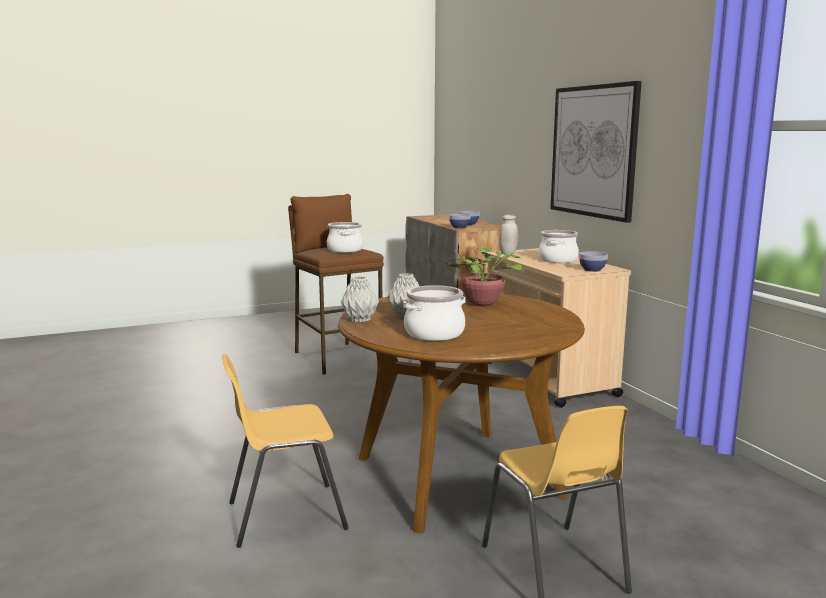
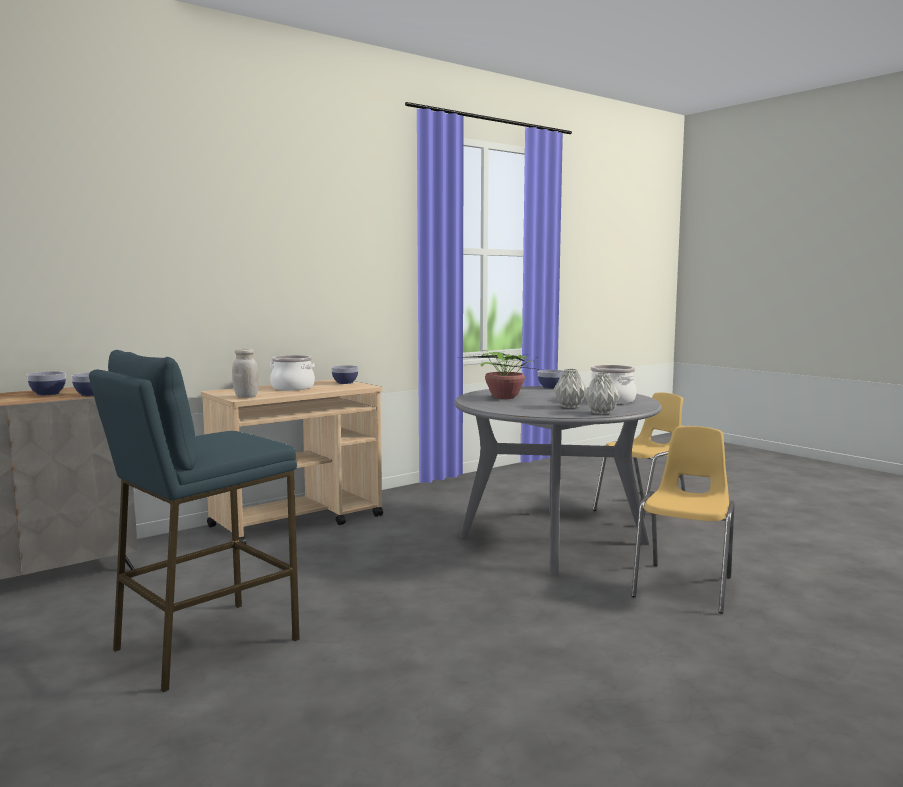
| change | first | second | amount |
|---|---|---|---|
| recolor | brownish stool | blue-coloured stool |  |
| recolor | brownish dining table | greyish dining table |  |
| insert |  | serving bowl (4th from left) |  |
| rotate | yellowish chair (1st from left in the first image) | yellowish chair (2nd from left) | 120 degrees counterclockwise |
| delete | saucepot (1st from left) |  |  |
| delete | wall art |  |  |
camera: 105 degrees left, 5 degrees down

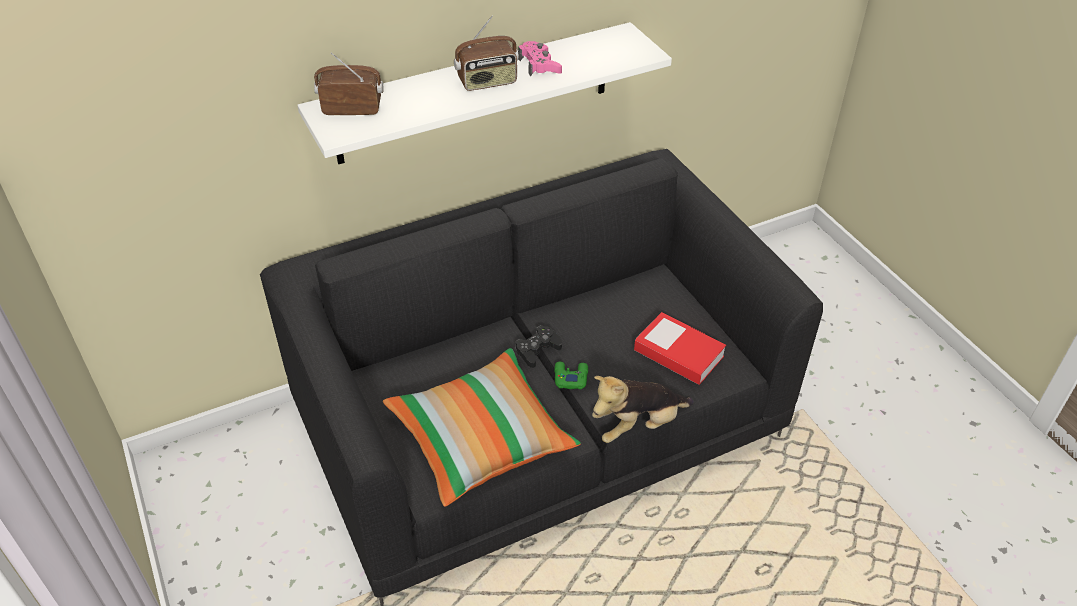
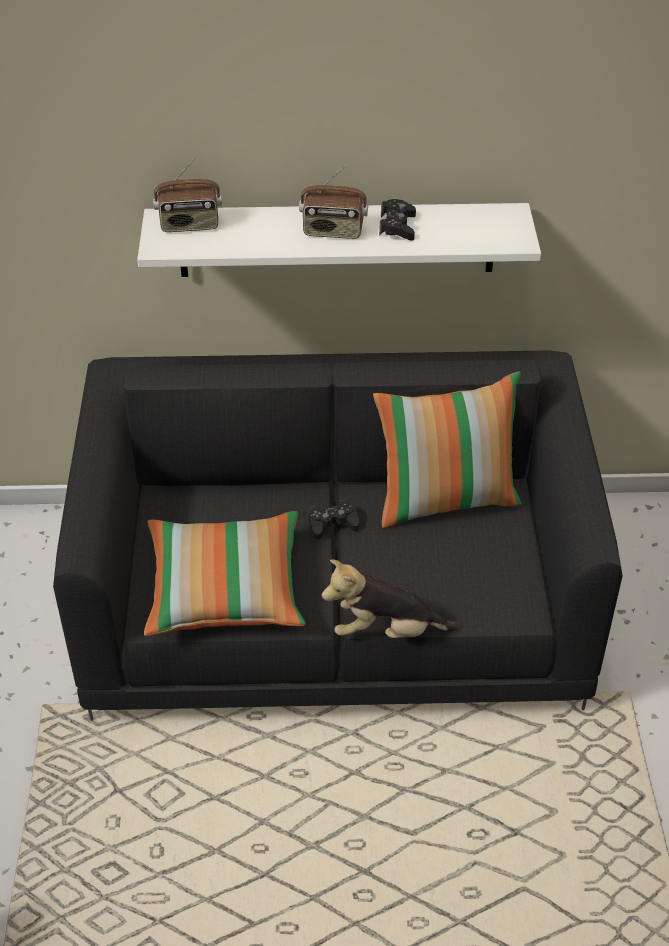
| change | first | second | amount |
|---|---|---|---|
| rotate | radio set (1st from left) |  | 150 degrees clockwise |
| insert |  | cushion (2nd from left) |  |
| recolor | pinkish gamepad | blackish gamepad (2nd from left) |  |
| delete | green-coloured gamepad |  |  |
| delete | bound book |  |  |
camera: 25 degrees right, 0 degrees up

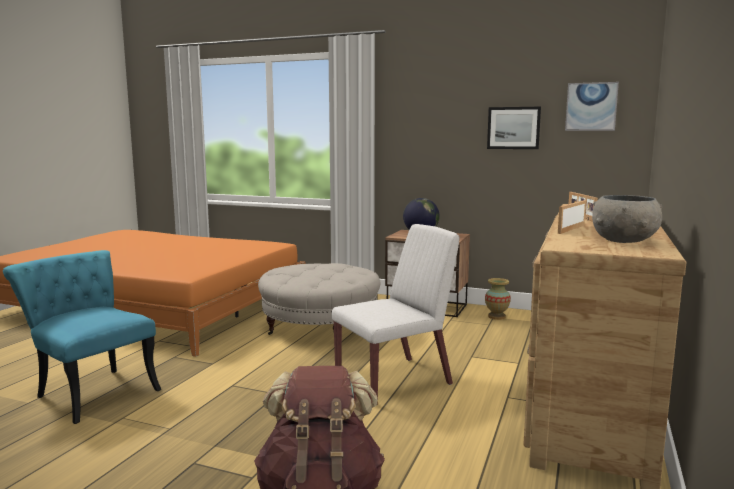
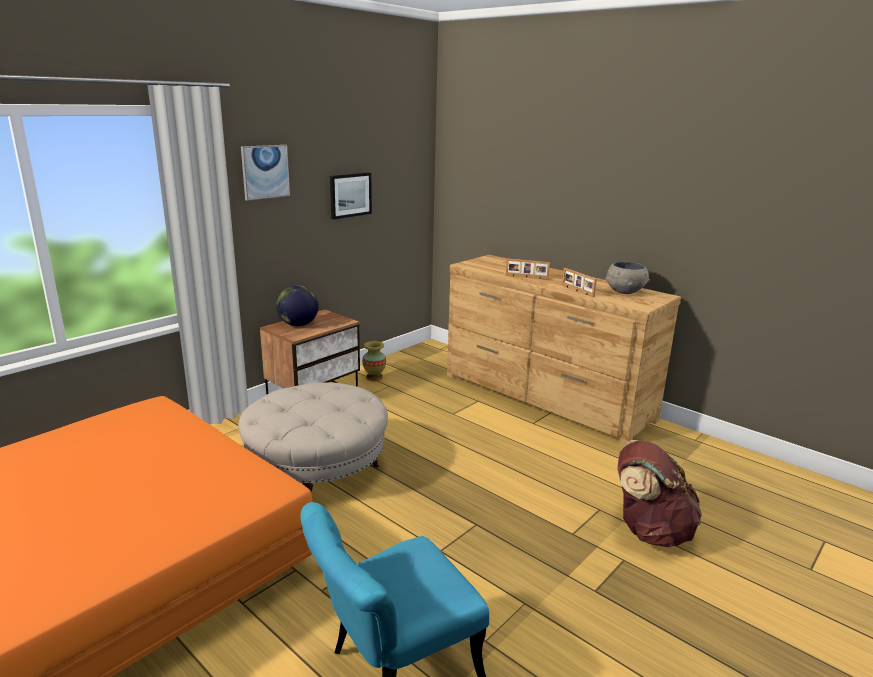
| change | first | second | amount |
|---|---|---|---|
| move | wall art (2nd from left in the first image) | wall art (1st from left) |  |
| delete | white-coloured chair |  |  |
camera: 70 degrees left, 10 degrees up

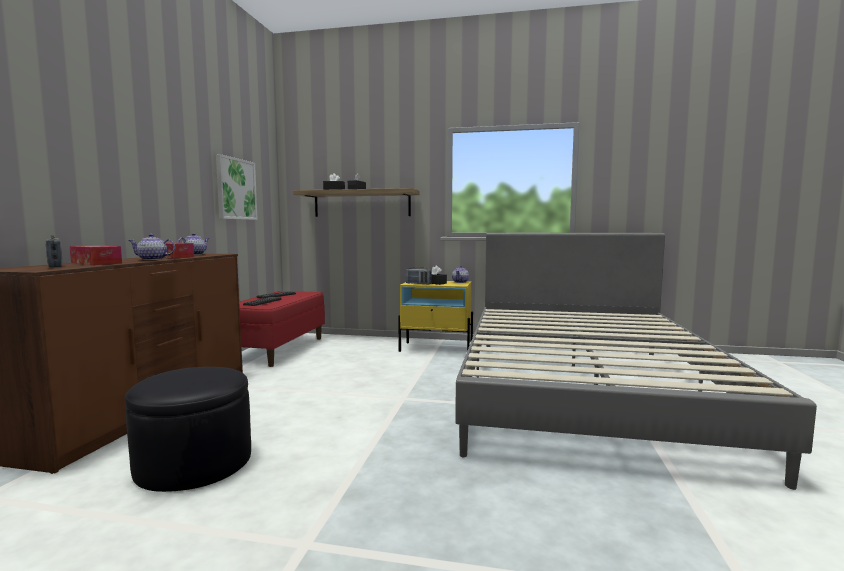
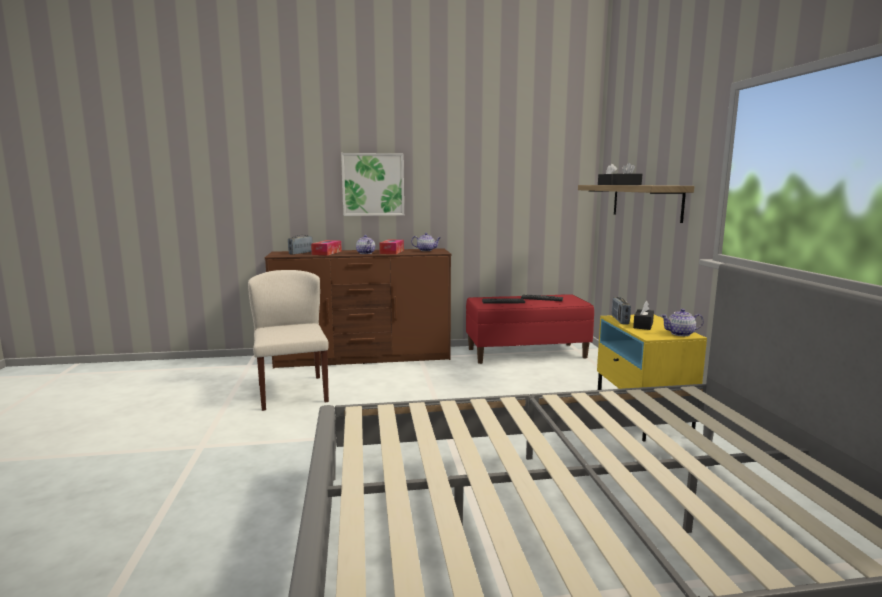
| change | first | second | amount |
|---|---|---|---|
| replace | blackish footrest | beige chair |  |
| move | wall art |  |  |
camera: 70 degrees right, 5 degrees up

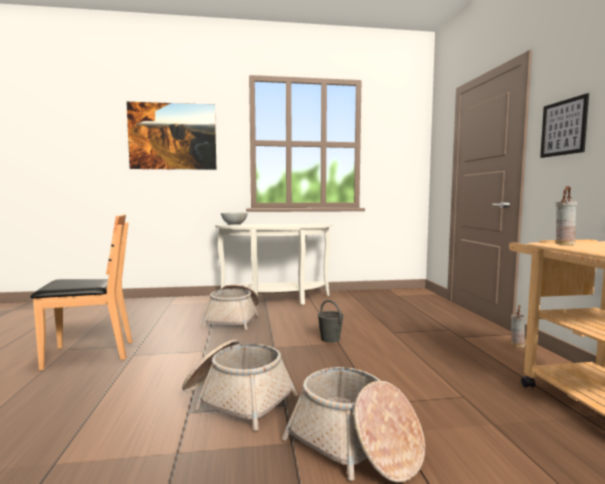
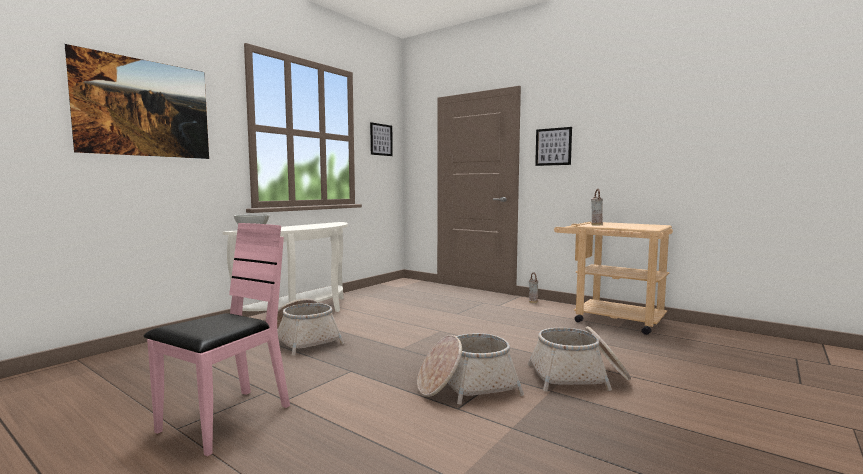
| change | first | second | amount |
|---|---|---|---|
| recolor | brownish chair | pinkish chair |  |
| insert |  | wall art (2nd from left) |  |
| delete | greyish water bucket |  |  |
camera: 45 degrees left, 0 degrees up

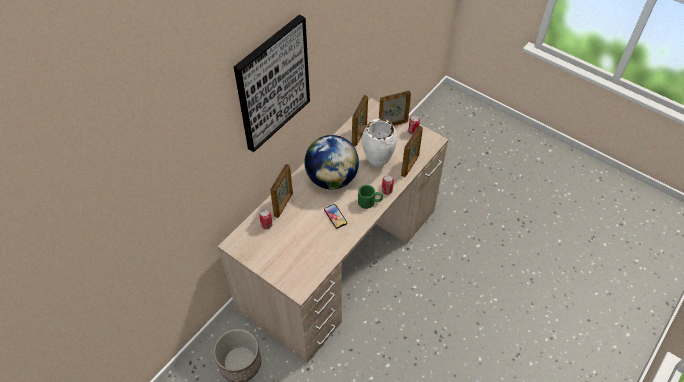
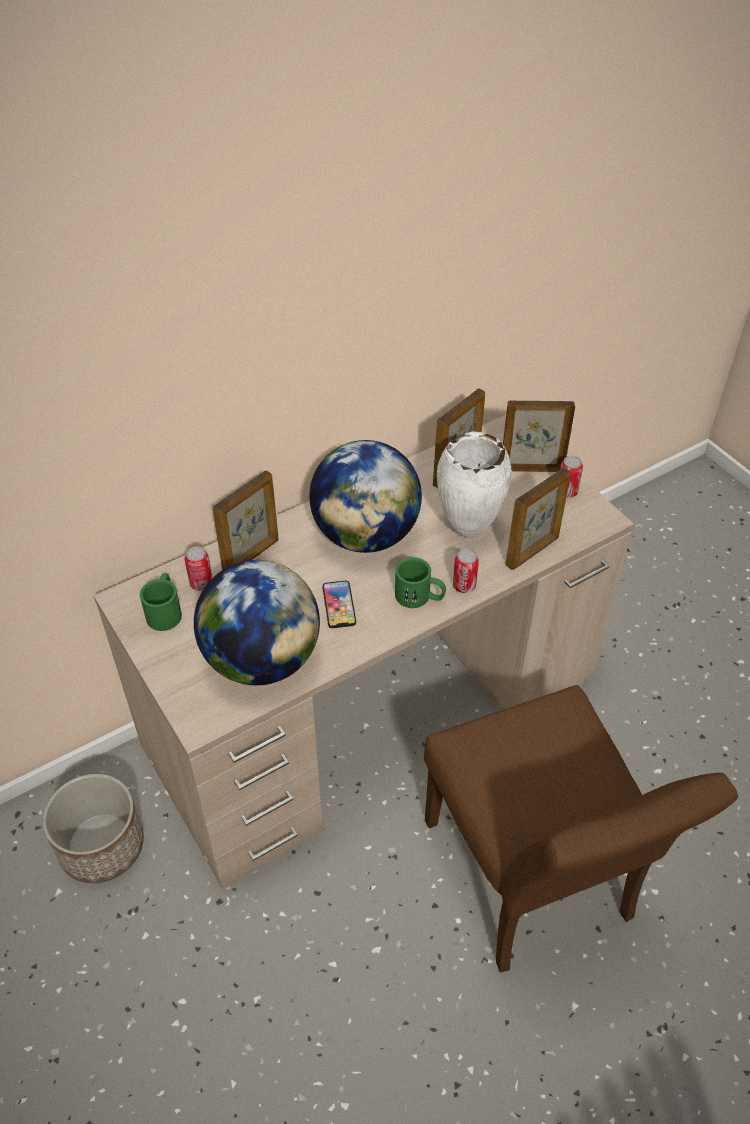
| change | first | second | amount |
|---|---|---|---|
| insert |  | green-coloured tea mug (1st from left) |  |
| insert |  | world globe (1st from left) |  |
| insert |  | brownish chair |  |
| delete | wall art |  |  |
camera: 20 degrees right, 5 degrees down

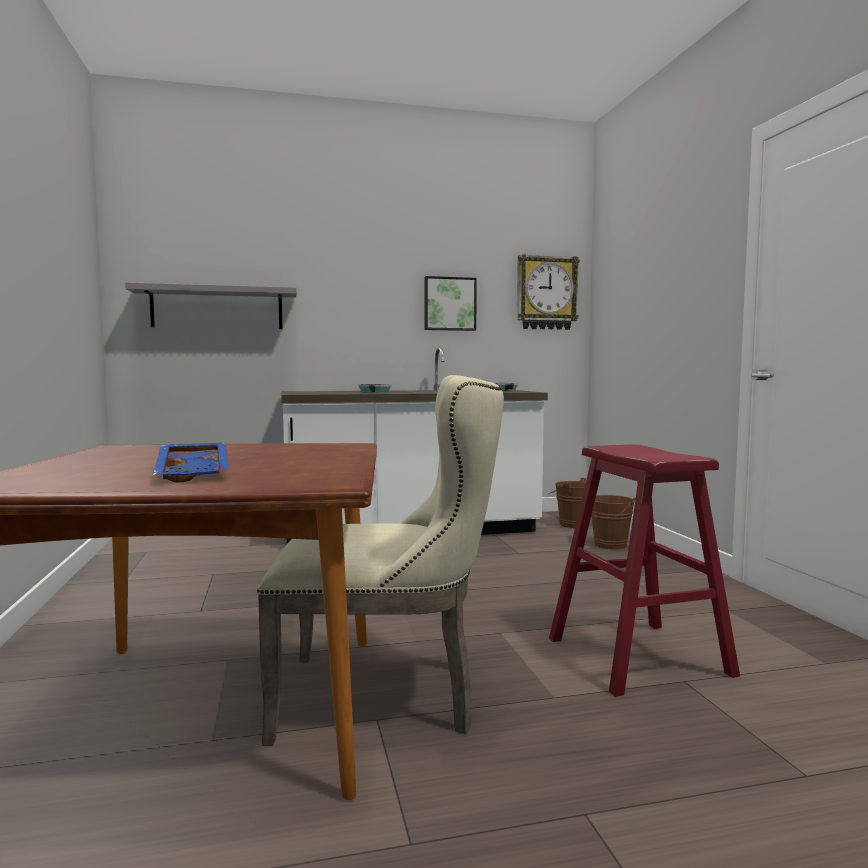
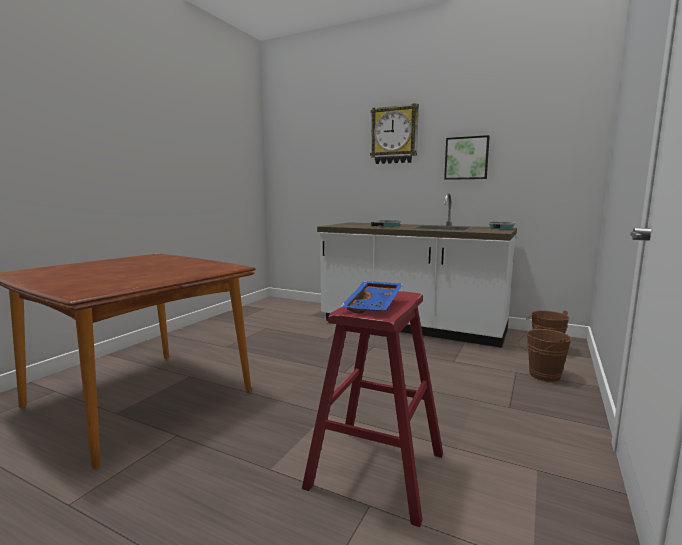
| change | first | second | amount |
|---|---|---|---|
| move | blue-coloured carrying tray |  |  |
| move | wall clock |  |  |
| delete | greyish bracket shelf |  |  |
| delete | beige chair |  |  |
camera: 40 degrees right, 5 degrees up

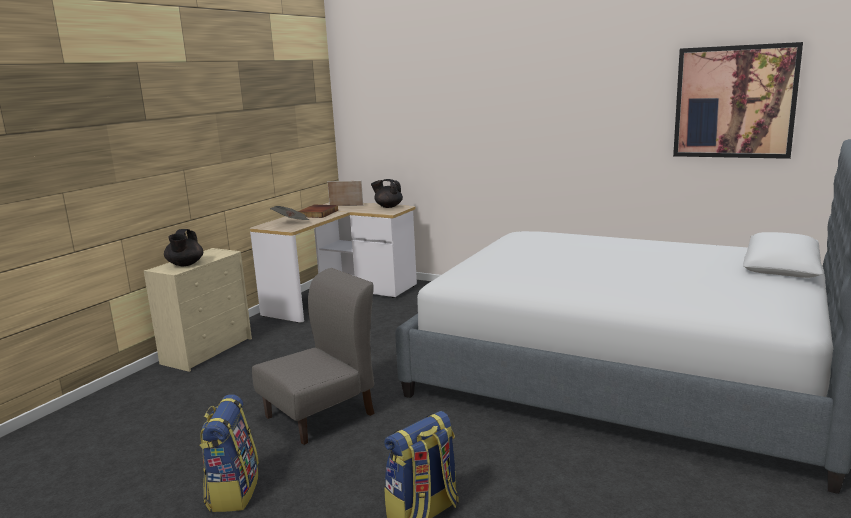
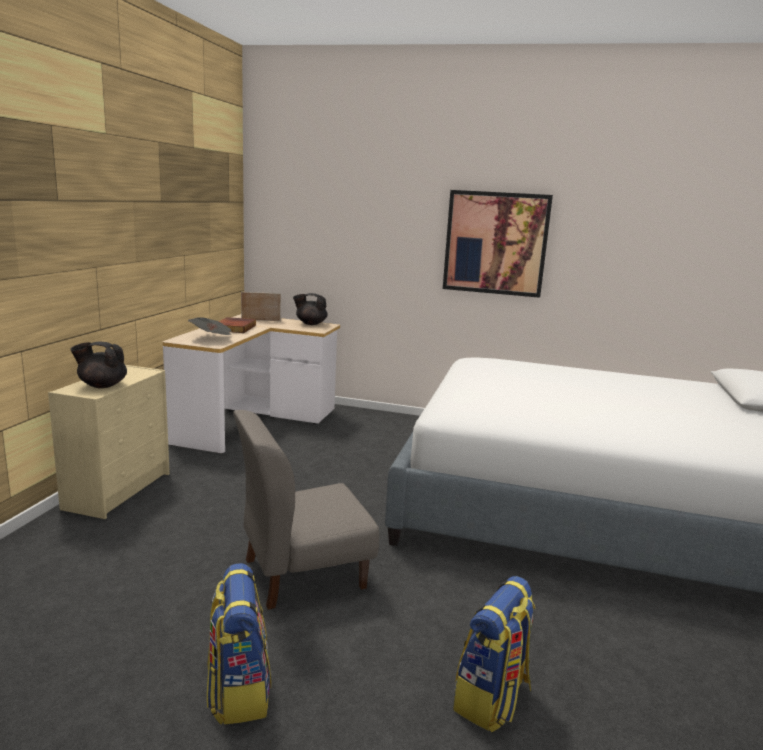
| change | first | second | amount |
|---|---|---|---|
| rotate | blackish tea pot (1st from left) |  | 105 degrees clockwise |
| rotate | greyish chair |  | 150 degrees counterclockwise |
| move | wall art |  |  |
camera: 15 degrees left, 0 degrees up

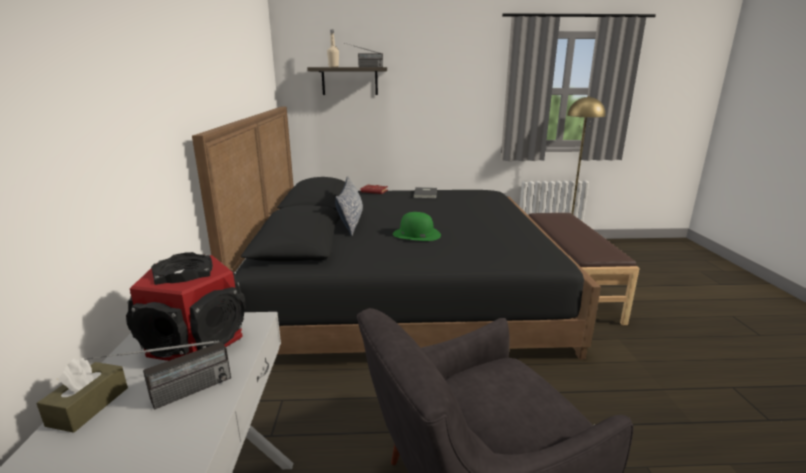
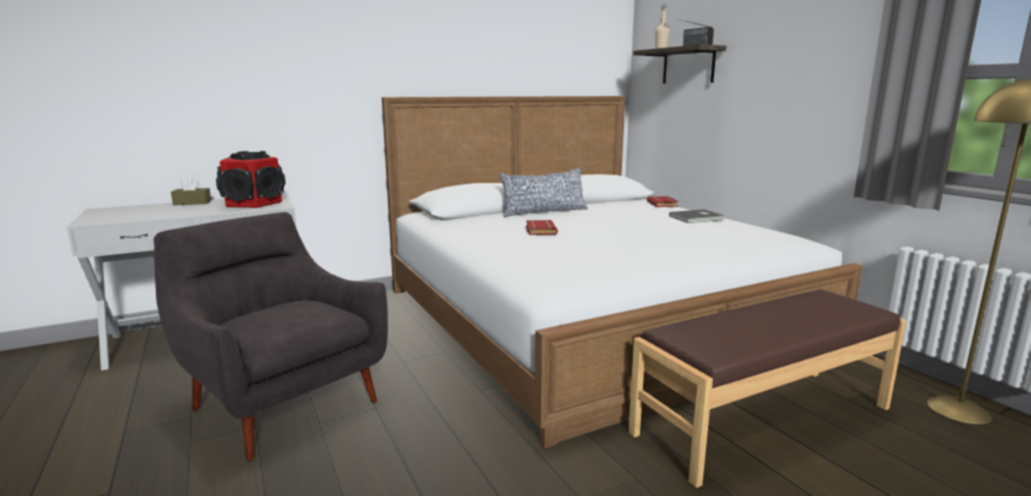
| change | first | second | amount |
|---|---|---|---|
| recolor | blackish sleeping bed | white-coloured sleeping bed |  |
| replace | green-coloured hat | reddish bound book (1st from left) |  |
| delete | radio set (1st from left) |  |  |
camera: 65 degrees right, 5 degrees down

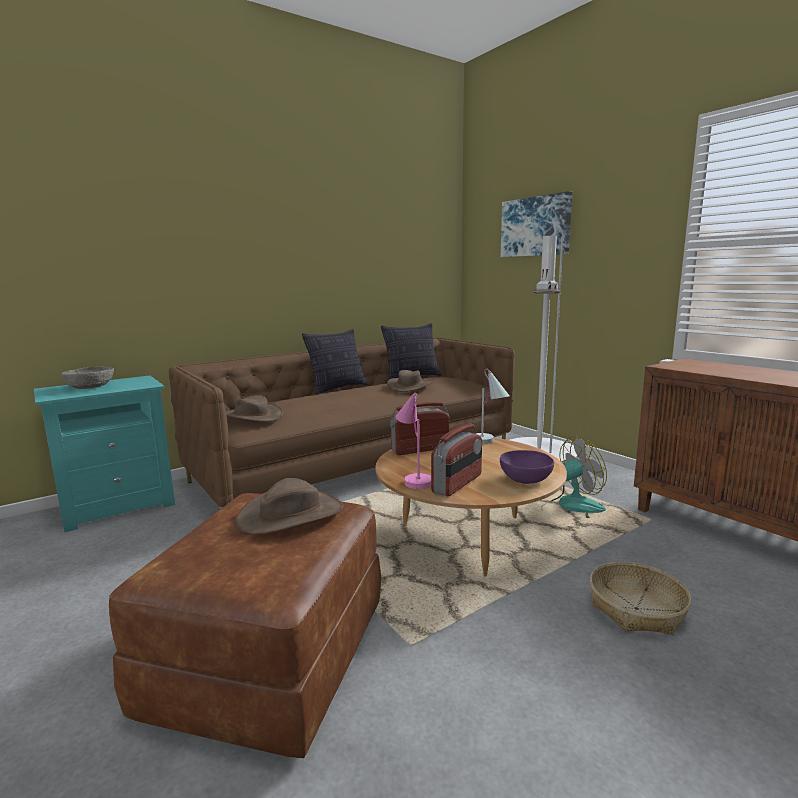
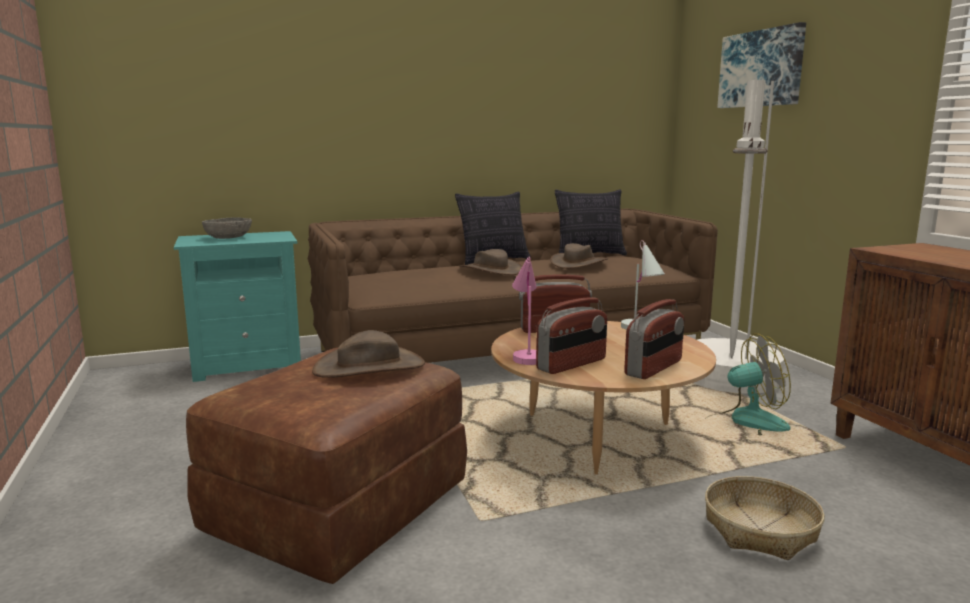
| change | first | second | amount |
|---|---|---|---|
| move | brownish hat (1st from left in the first image) | brownish hat (2nd from left) |  |
| replace | purple serving bowl | radio set (3rd from left) |  |
camera: 15 degrees right, 0 degrees up

